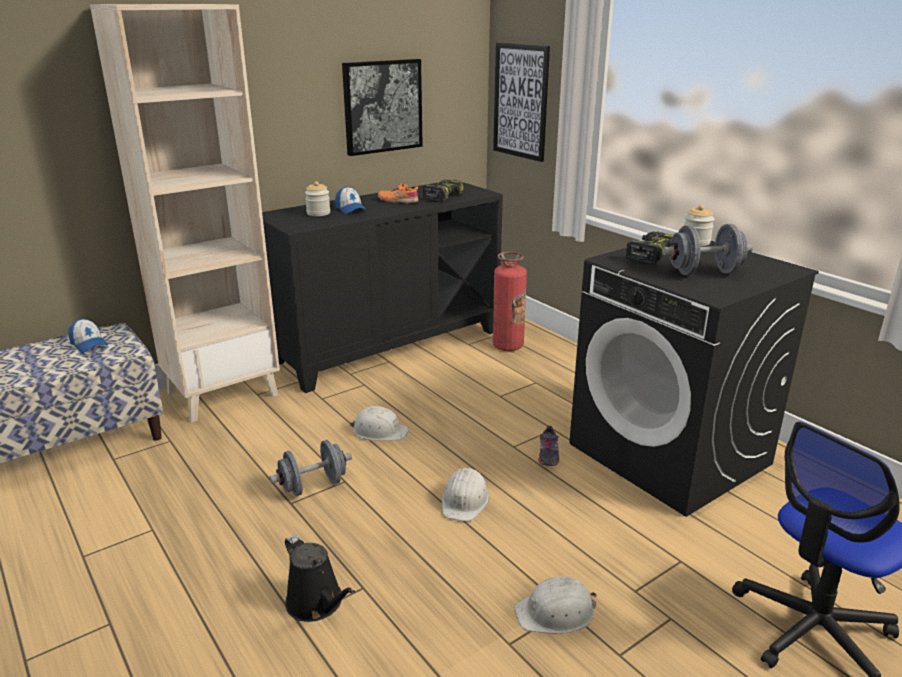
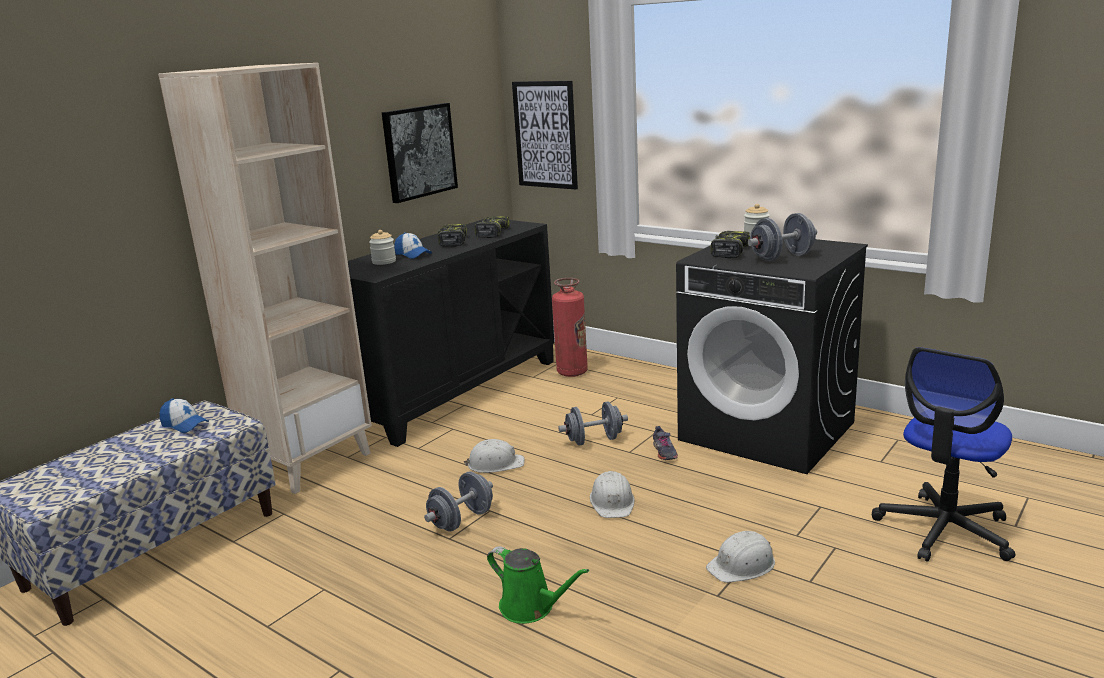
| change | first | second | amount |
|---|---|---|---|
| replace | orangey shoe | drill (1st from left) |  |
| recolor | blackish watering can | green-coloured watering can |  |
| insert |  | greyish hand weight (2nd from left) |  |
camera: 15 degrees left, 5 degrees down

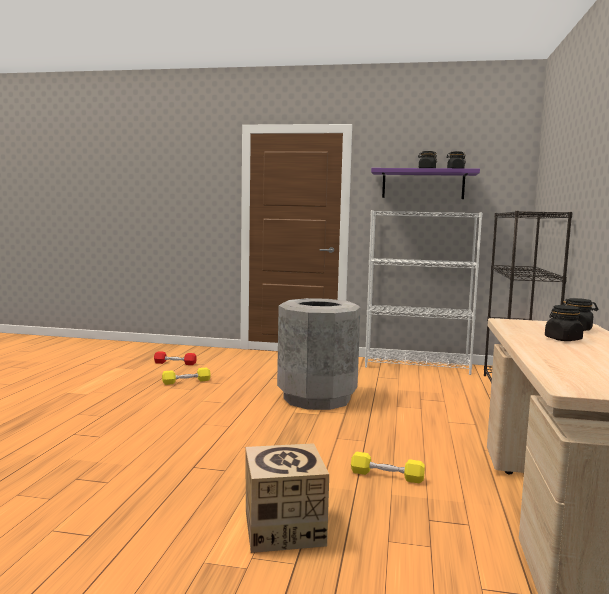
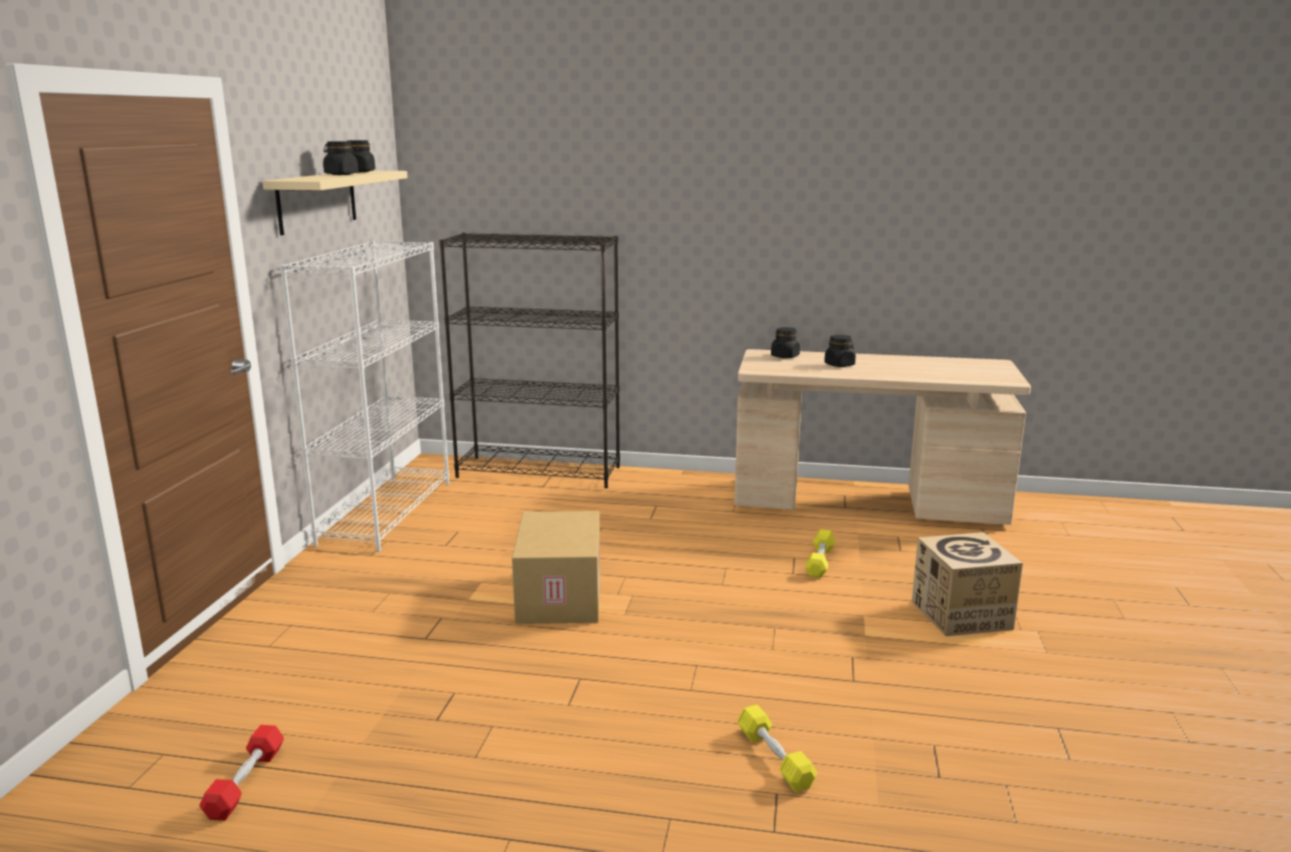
| change | first | second | amount |
|---|---|---|---|
| recolor | purple bracket shelf | beige bracket shelf |  |
| replace | greyish waste bin | packing box (1st from left) |  |
| move | yellowish hand weight (1st from left) |  |  |
camera: 90 degrees left, 10 degrees up

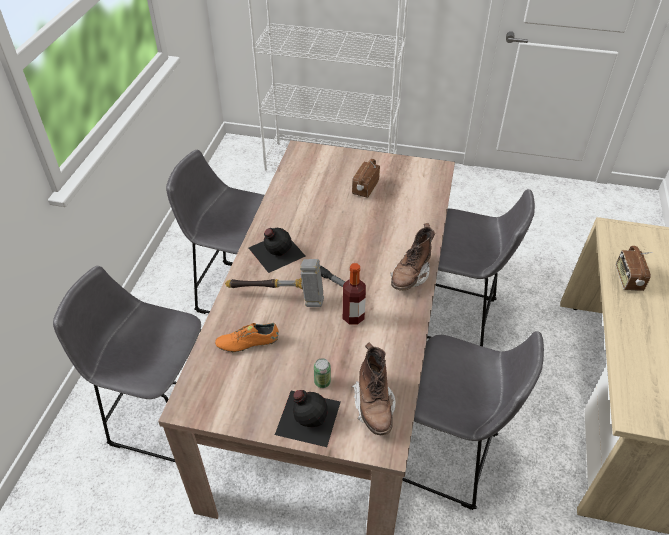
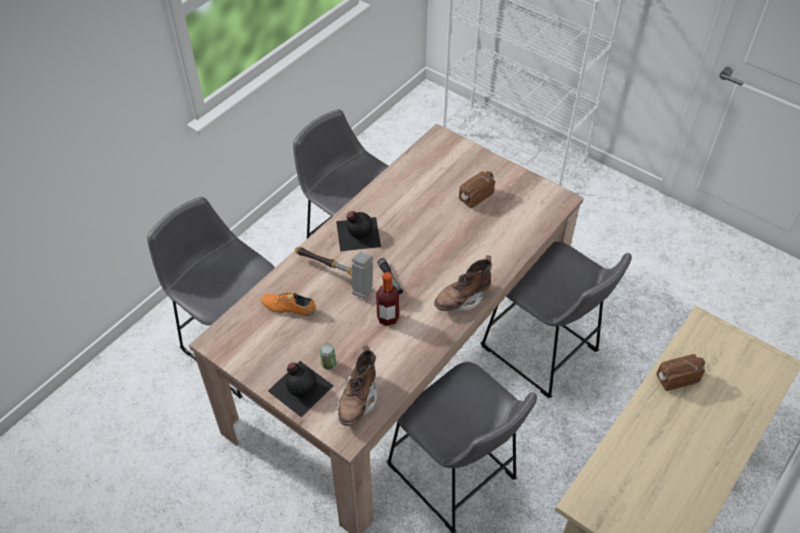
| change | first | second | amount |
|---|---|---|---|
| rotate | radio set (2nd from left) |  | 45 degrees clockwise |
camera: 25 degrees right, 5 degrees up

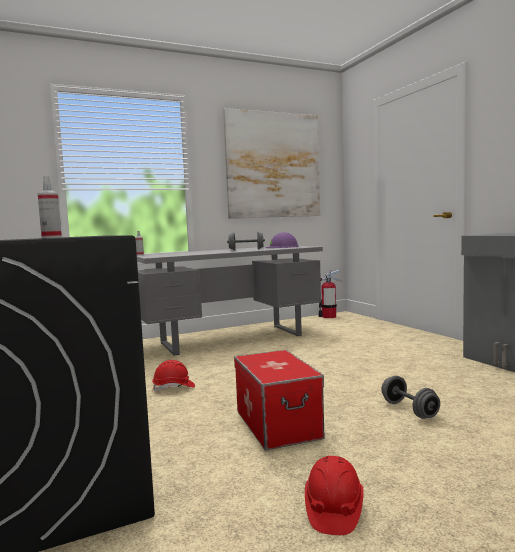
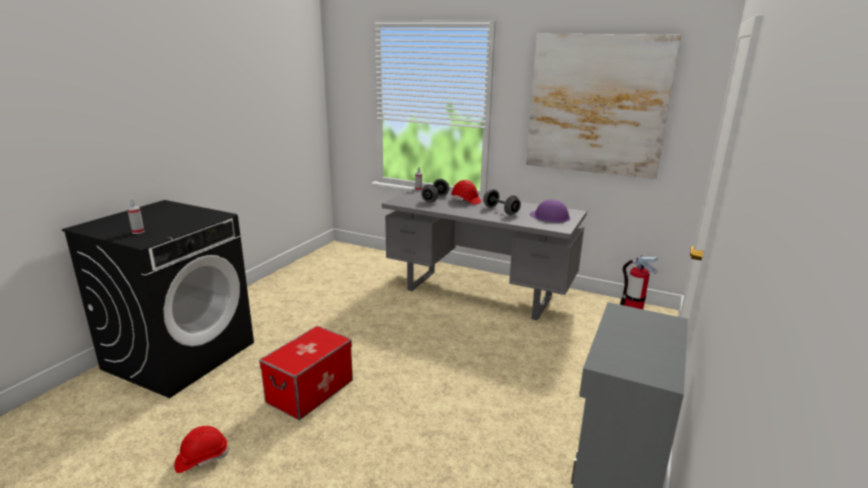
| change | first | second | amount |
|---|---|---|---|
| move | greyish hand weight (2nd from left in the first image) | greyish hand weight (1st from left) |  |
| move | reddish work helmet (1st from left in the first image) | reddish work helmet (2nd from left) |  |
camera: 50 degrees right, 15 degrees up

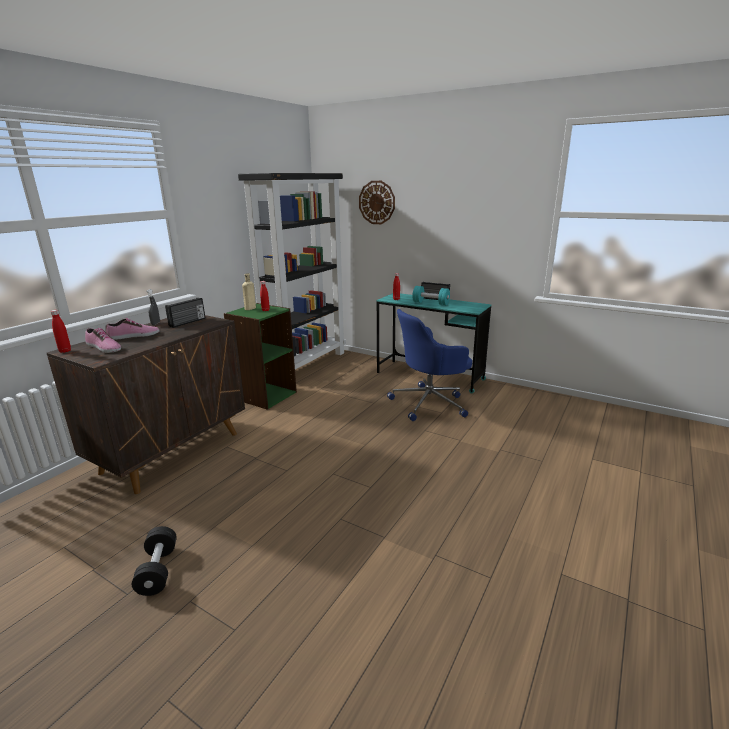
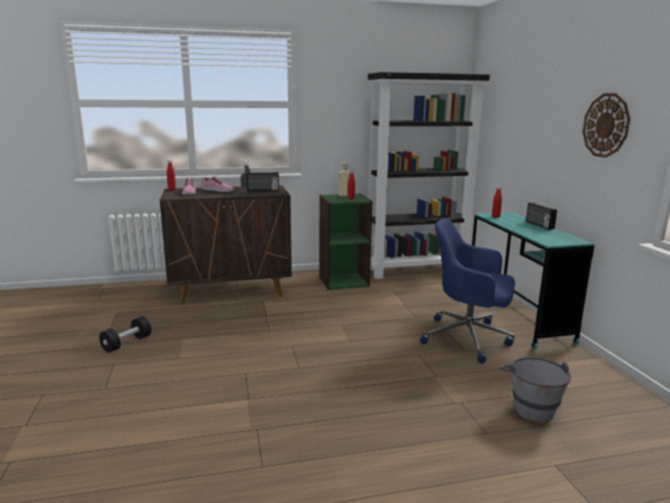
| change | first | second | amount |
|---|---|---|---|
| insert |  | greyish water bucket |  |
| move | wall clock |  |  |
| delete | turquoise hand weight |  |  |
camera: 45 degrees right, 5 degrees down

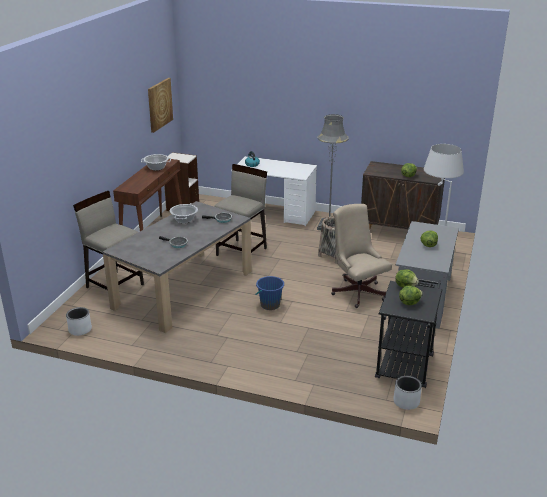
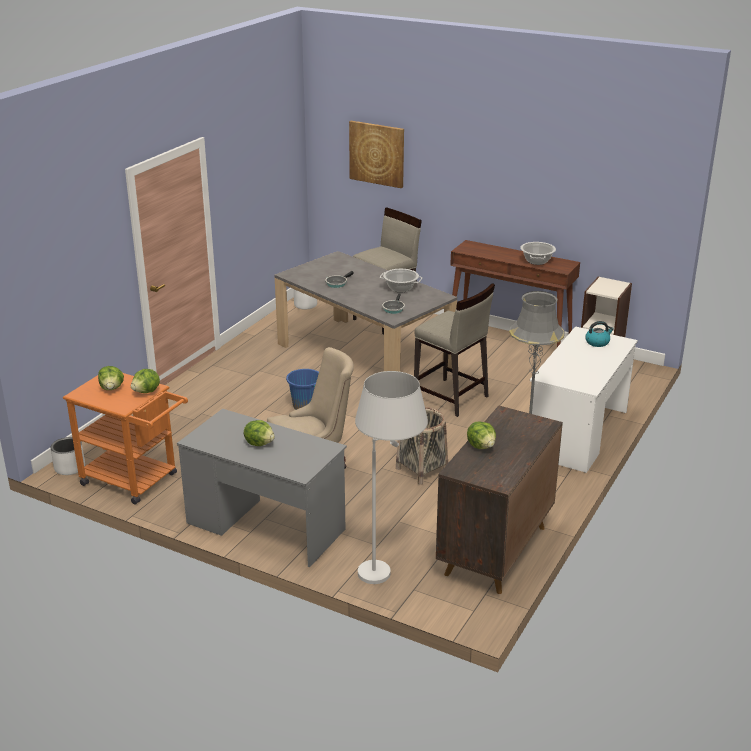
| change | first | second | amount |
|---|---|---|---|
| recolor | blackish cart | orangey cart |  |
| move | wall art |  |  |
camera: 100 degrees right, 0 degrees up

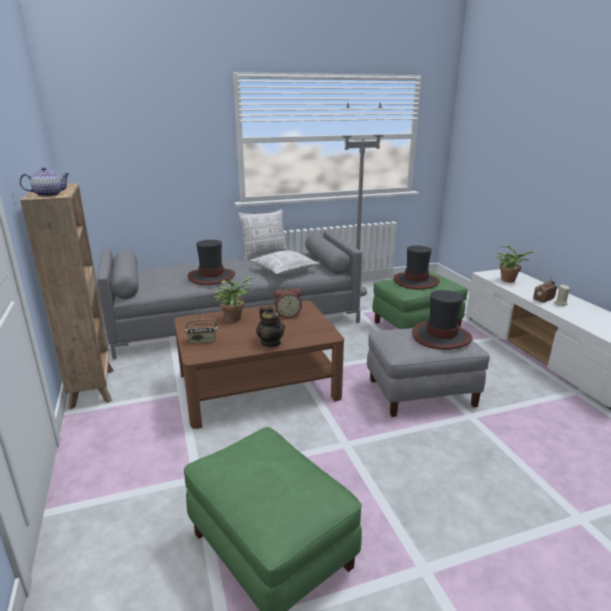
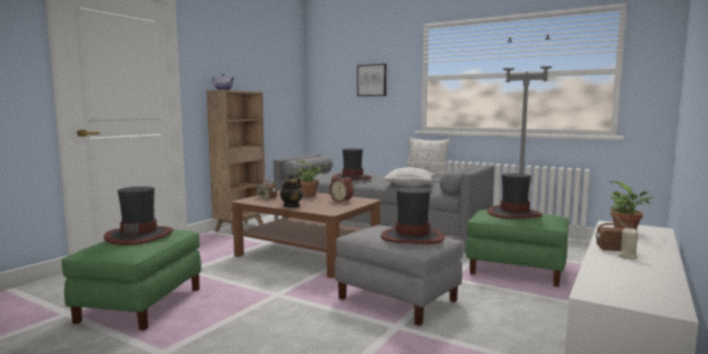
| change | first | second | amount |
|---|---|---|---|
| insert |  | hat (1st from left) |  |
| insert |  | wall art |  |
camera: 50 degrees right, 15 degrees down

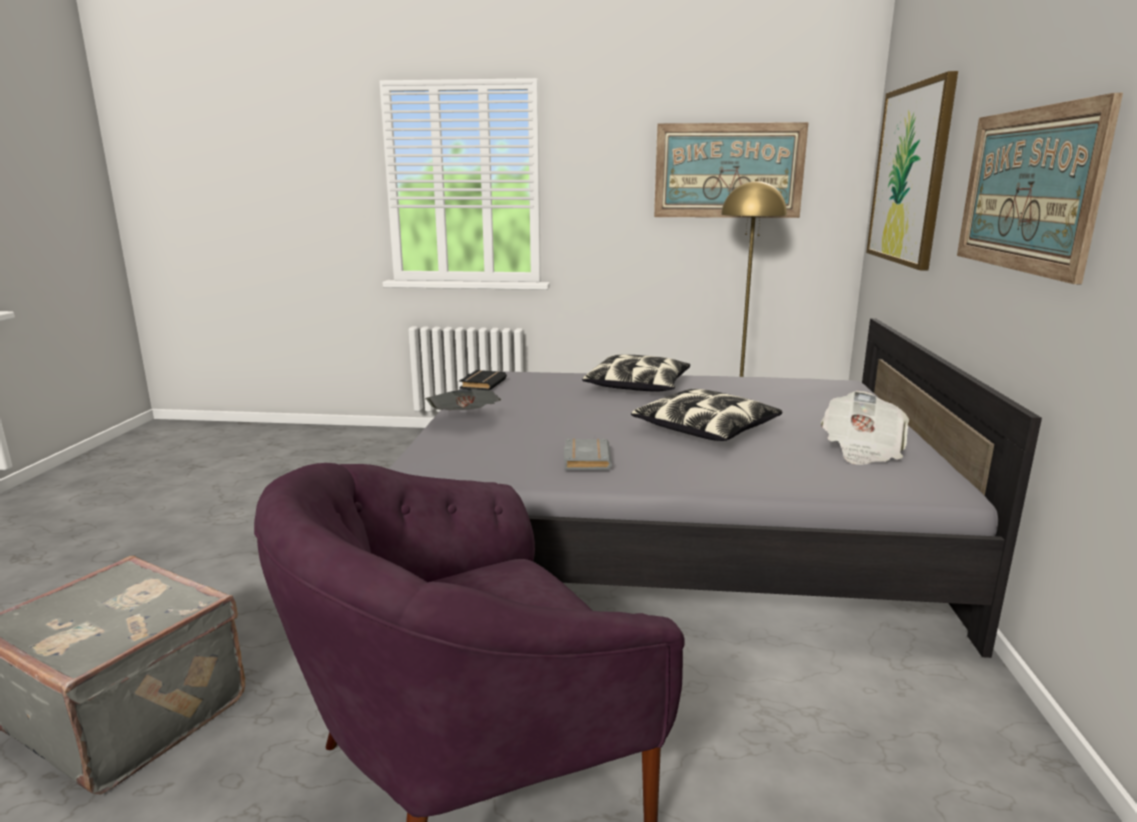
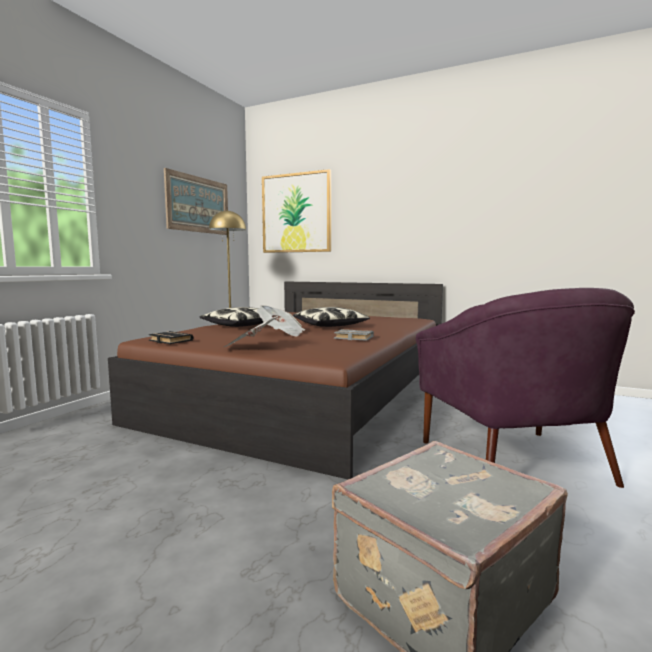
| change | first | second | amount |
|---|---|---|---|
| recolor | greyish sleeping bed | brownish sleeping bed |  |
| move | daily paper (2nd from left) |  |  |
| delete | wall art (3rd from left) |  |  |
camera: 70 degrees left, 10 degrees down

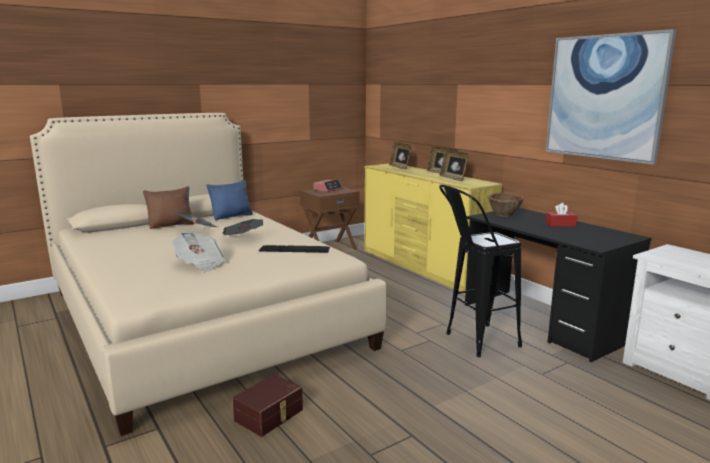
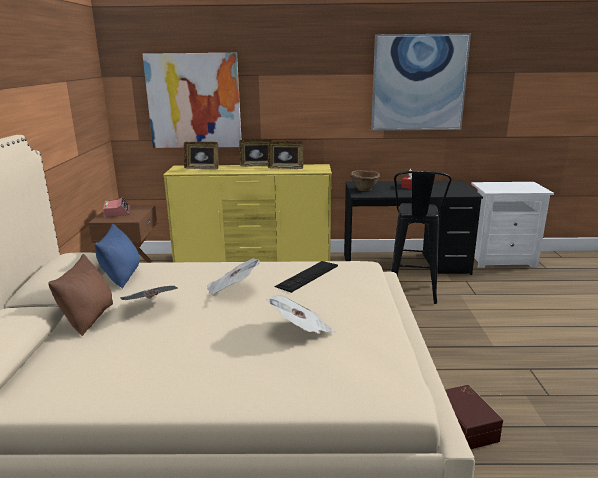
| change | first | second | amount |
|---|---|---|---|
| insert |  | wall art (1st from left) |  |
camera: 55 degrees left, 5 degrees up

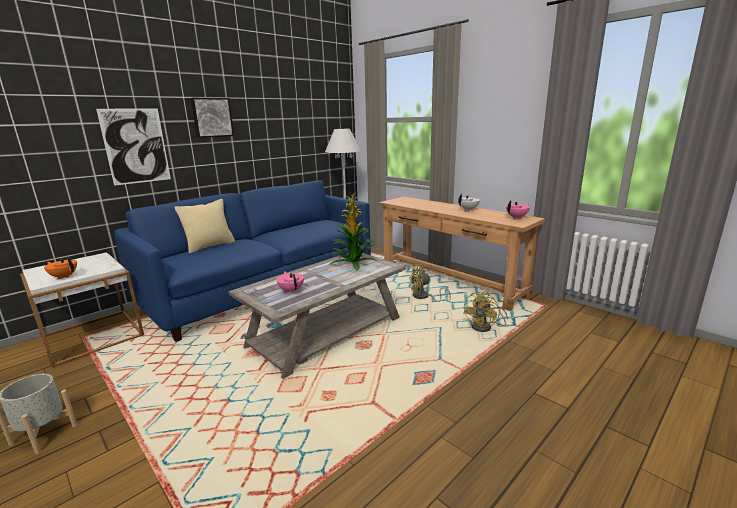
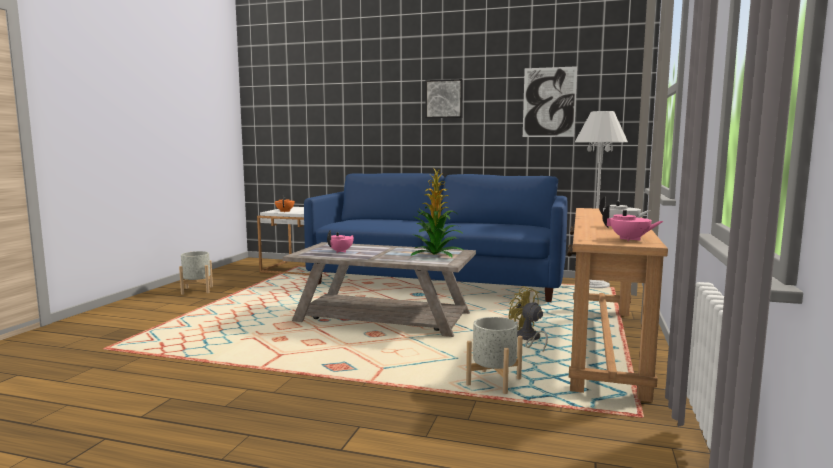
| change | first | second | amount |
|---|---|---|---|
| replace | yellowish electric fan (2nd from left) | greyish flower pot (2nd from left) |  |
| move | wall art (1st from left in the first image) | wall art (2nd from left) |  |
| delete | beige cushion |  |  |
camera: 60 degrees right, 10 degrees down

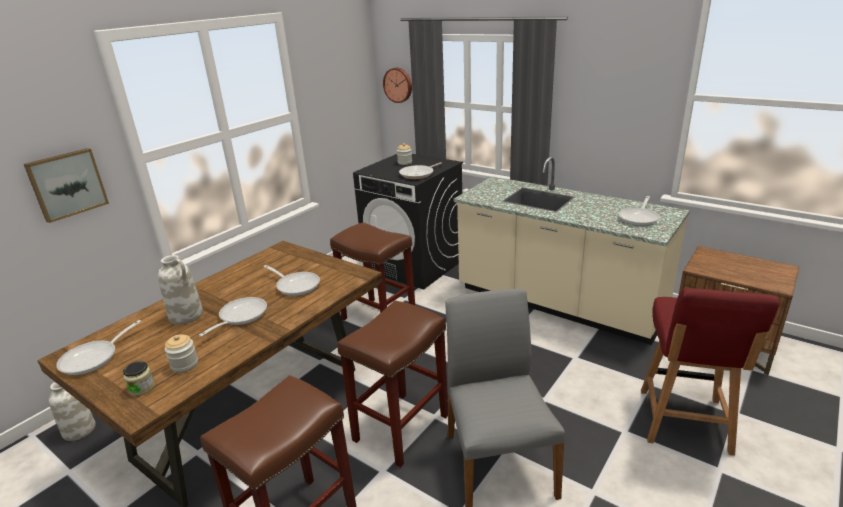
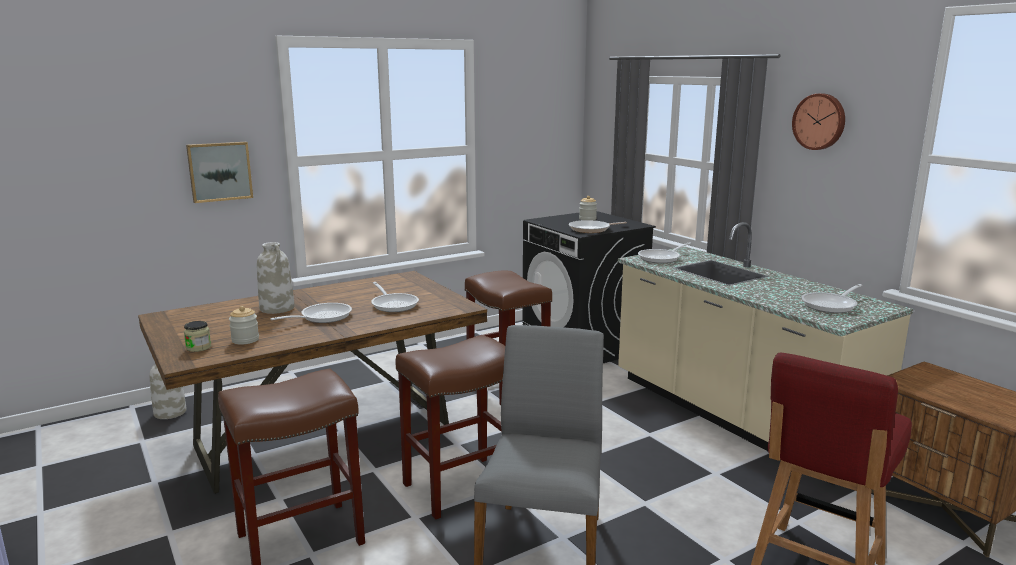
| change | first | second | amount |
|---|---|---|---|
| move | pan (1st from left in the first image) | pan (4th from left) |  |
| move | wall clock |  |  |
camera: 20 degrees right, 10 degrees down

